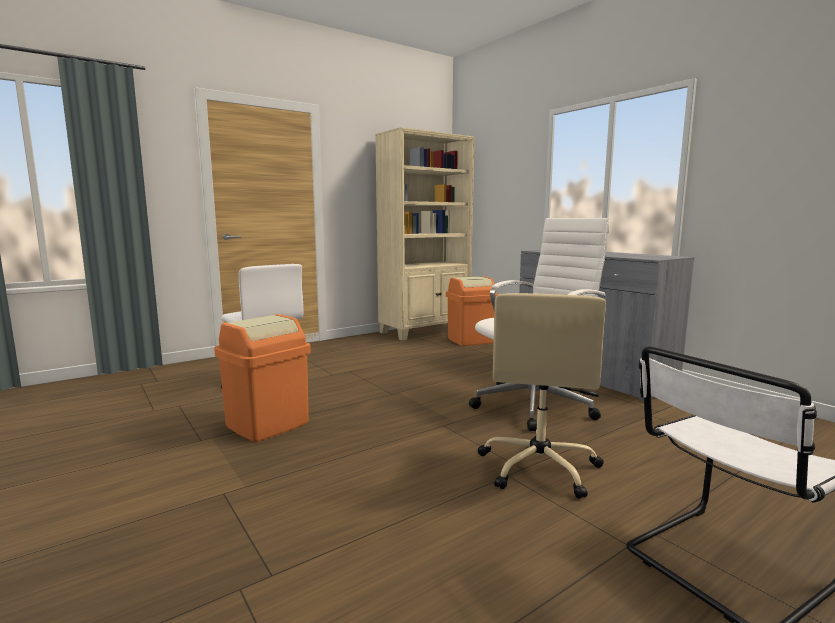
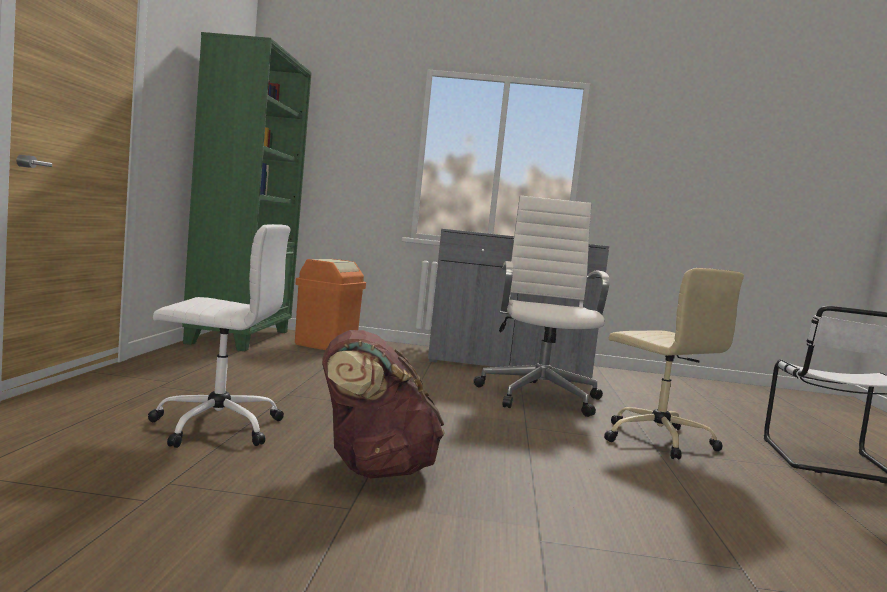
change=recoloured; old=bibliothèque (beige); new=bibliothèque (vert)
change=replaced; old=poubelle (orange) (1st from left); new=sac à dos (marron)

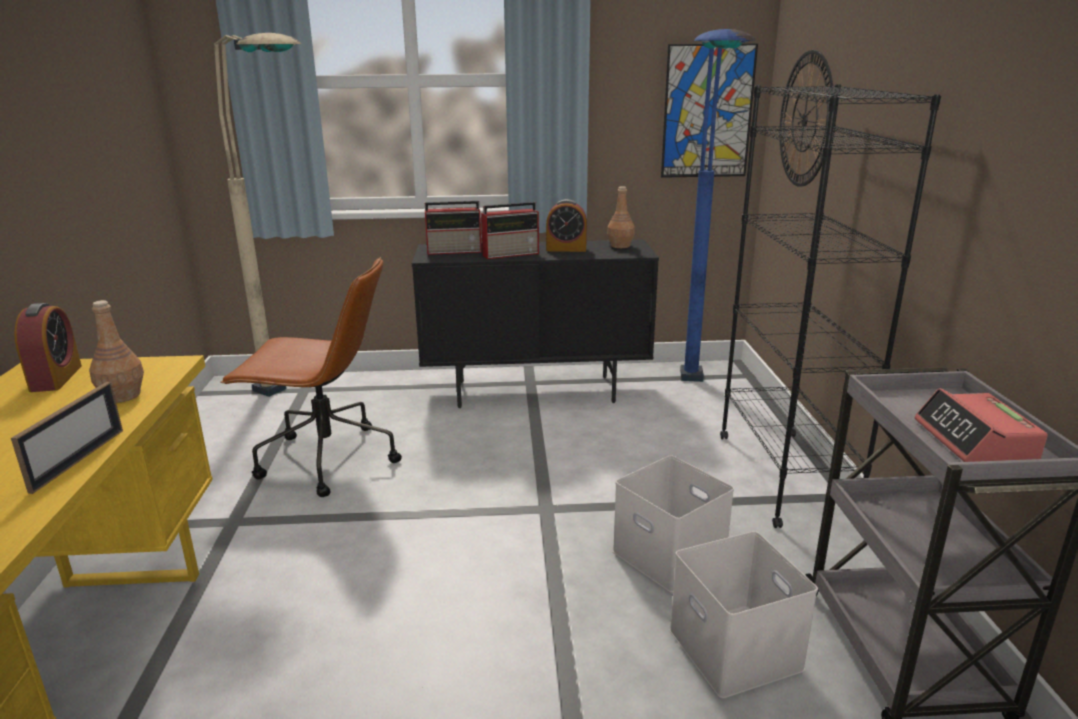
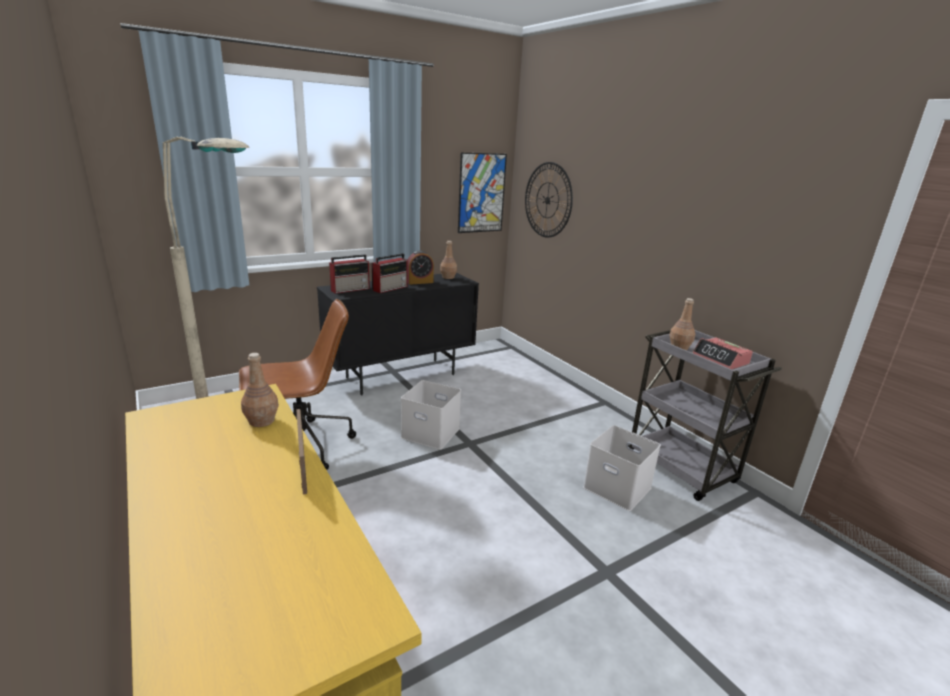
change=removed; old=lampadaire (bleu)
change=removed; old=bibliothèque (noir)
change=removed; old=réveil (1st from left)
change=moved; old=boîte de rangement (blanc) (1st from left)
change=added; new=bouteille (marron) (3rd from left)

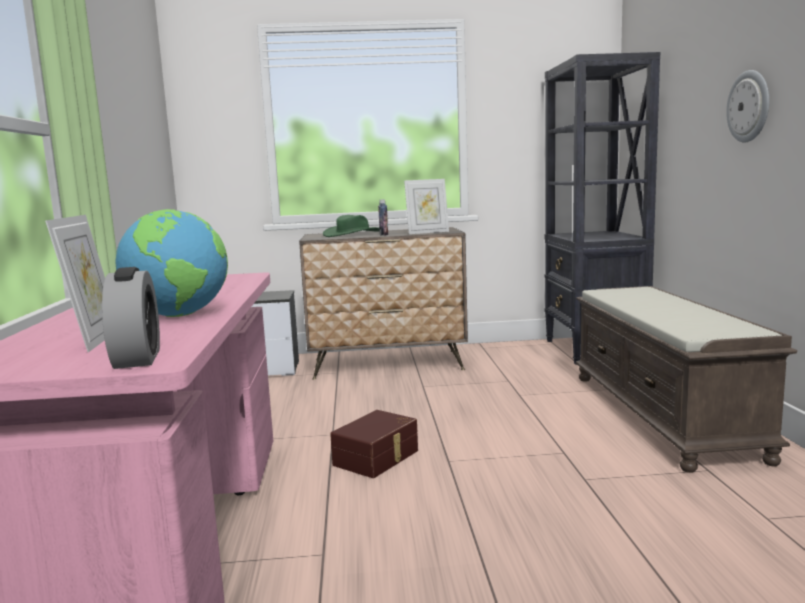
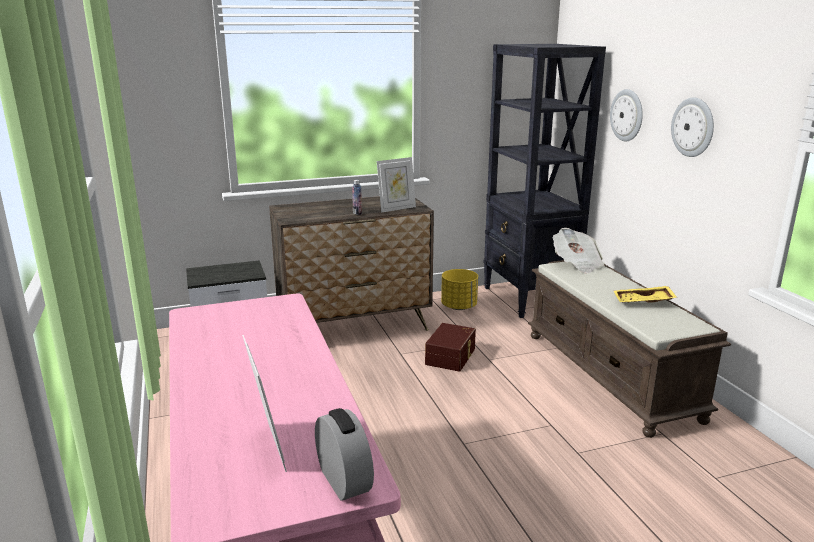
change=removed; old=globe
change=removed; old=chapeau (vert)
change=moved; old=boîte de rangement (marron)
change=added; new=horloge murale (1st from left)
change=added; new=journal
change=added; new=cache-pot (jaune)
change=added; new=plateau (jaune)

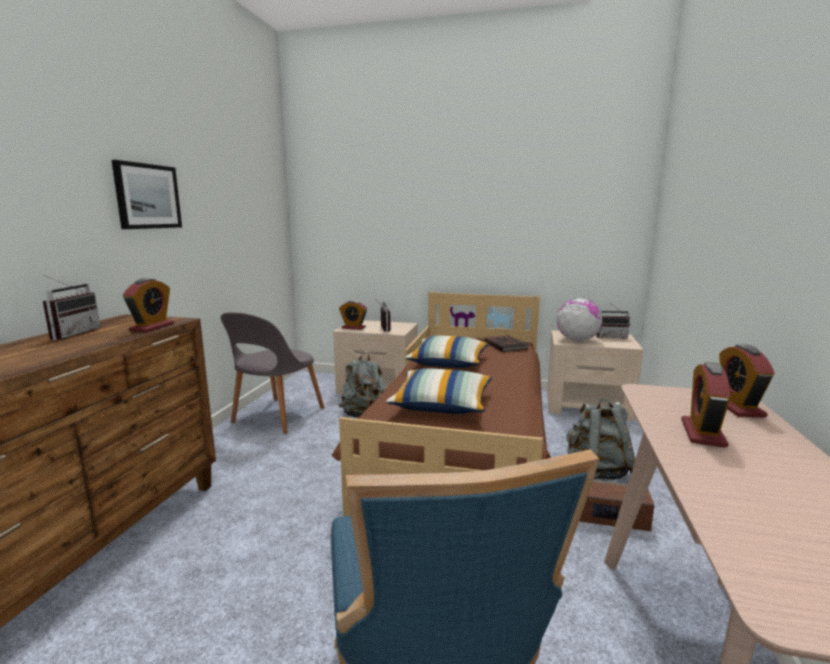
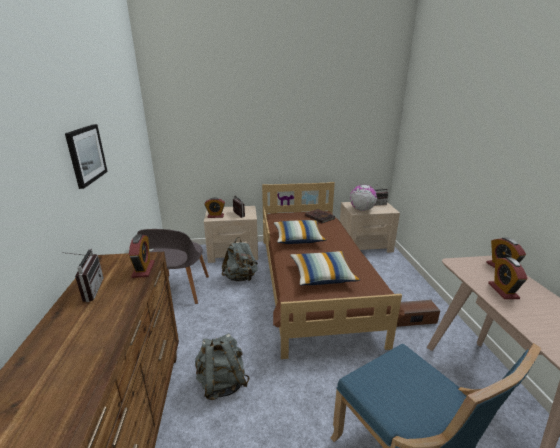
change=moved; old=sac à dos (gris) (2nd from left in the first image); new=sac à dos (gris) (1st from left)

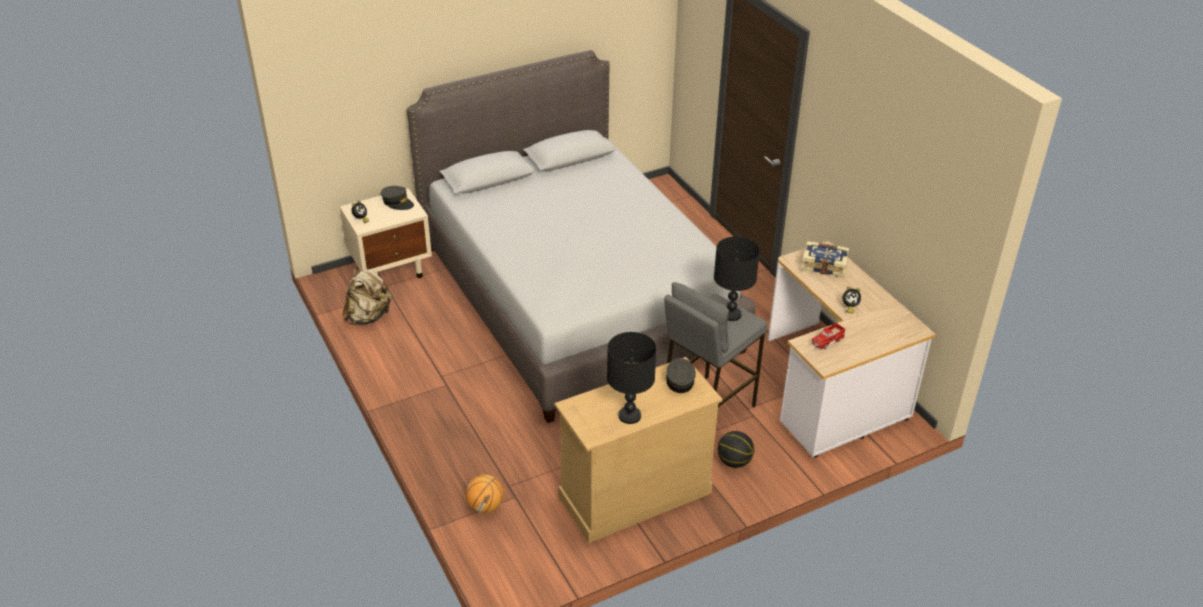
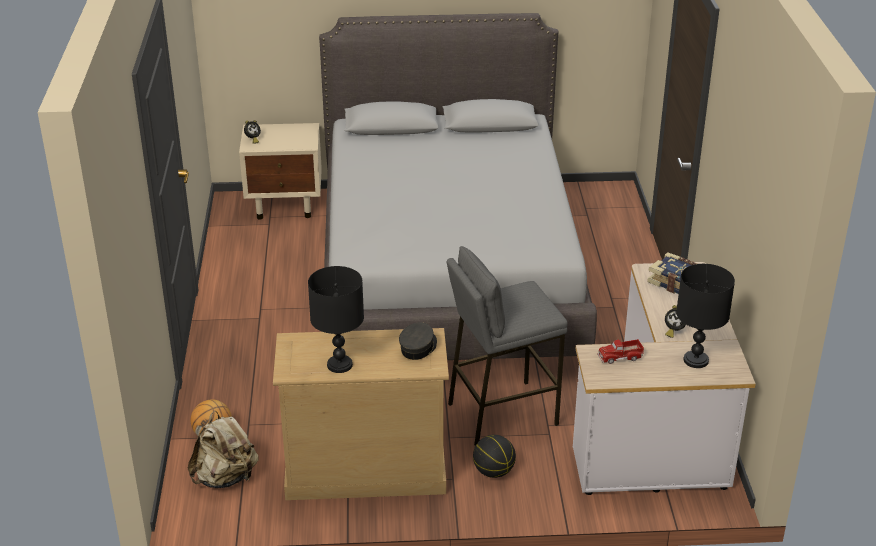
change=removed; old=casquette (gris) (1st from left)
change=moved; old=lampe de table (noir) (2nd from left)
change=moved; old=sac à dos (beige)

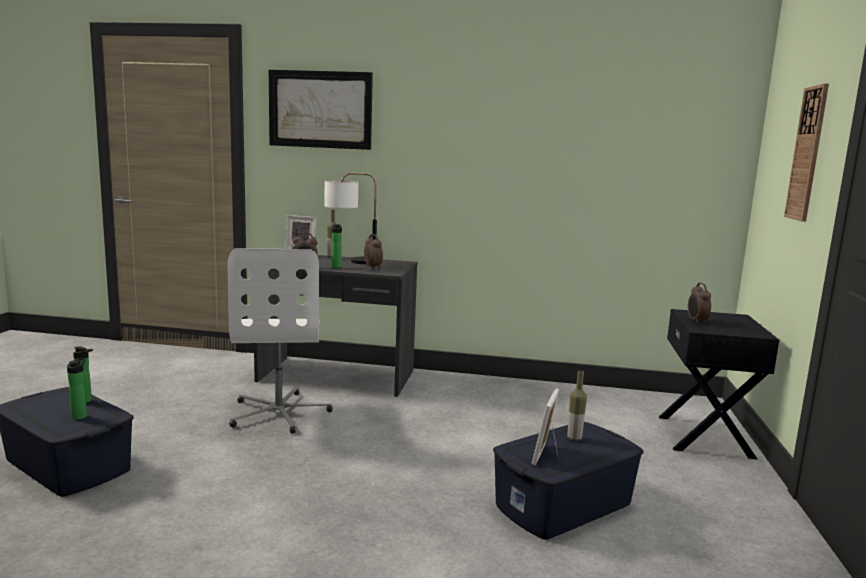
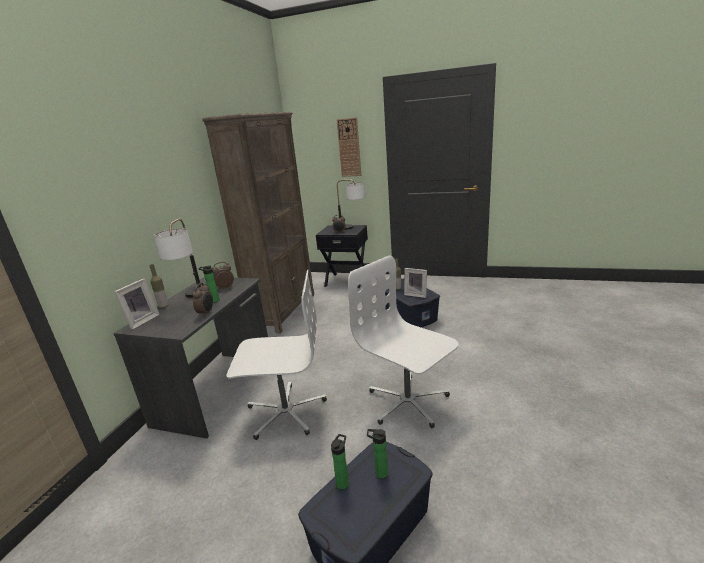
change=removed; old=tableau
change=added; new=bibliothèque (marron)
change=added; new=lampe de table (2nd from left)
change=added; new=chaise de bureau (blanc) (2nd from left)

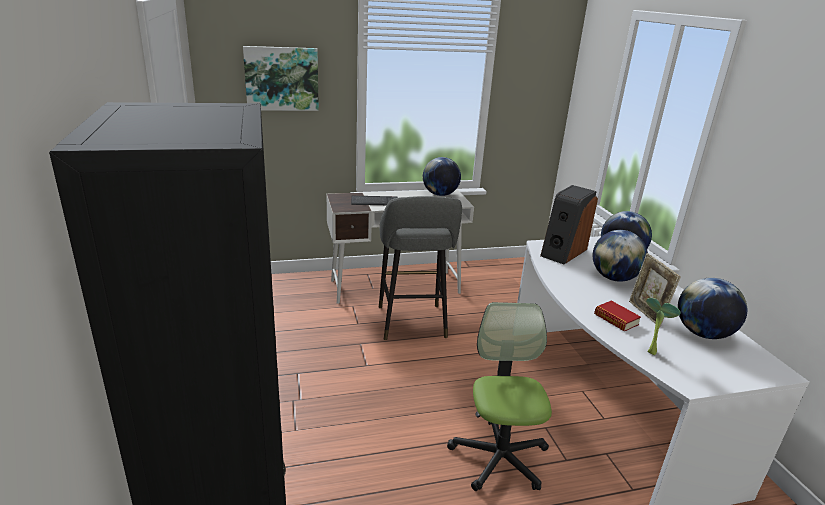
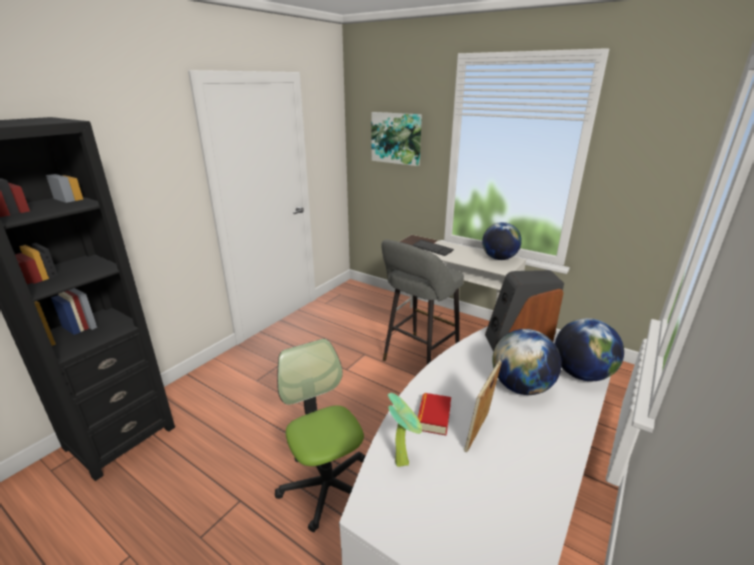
change=removed; old=globe (4th from left)
change=turned; old=chaise de bureau; degrees=-75

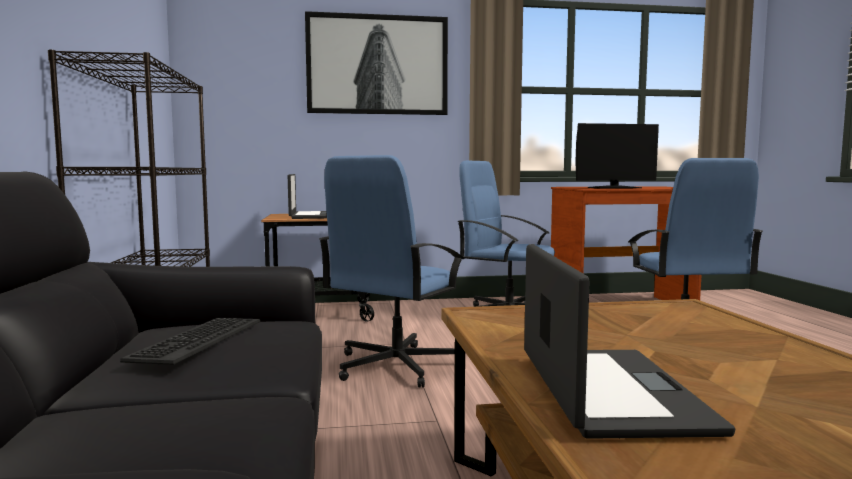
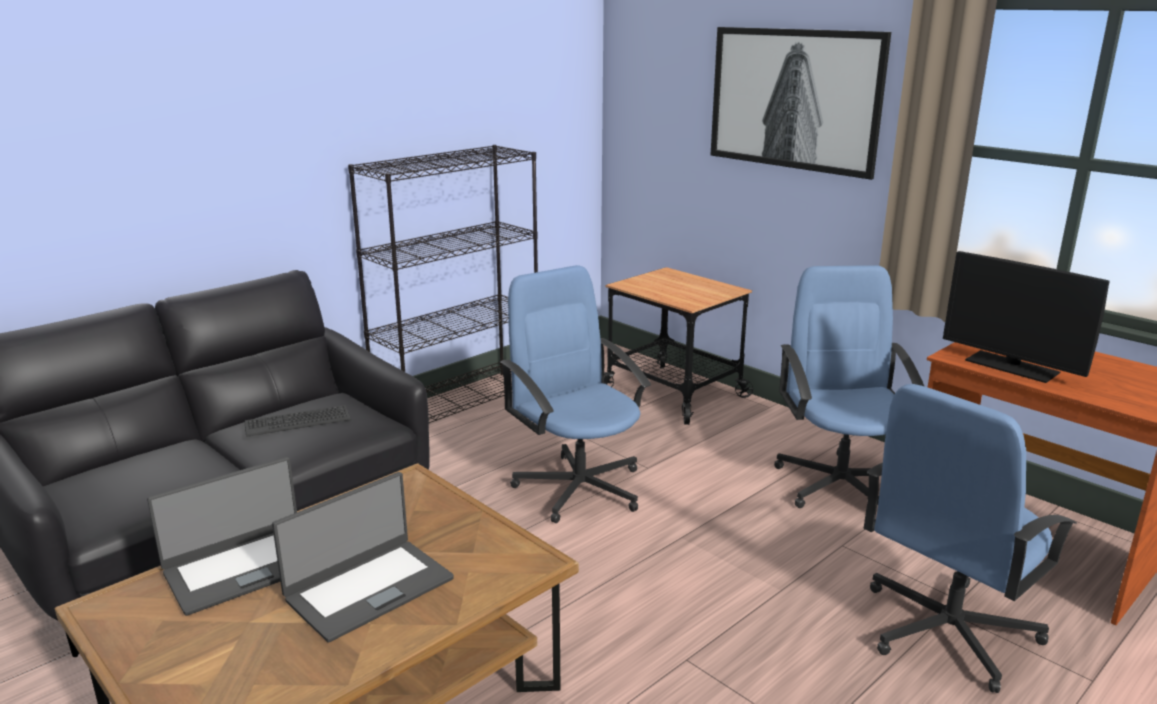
change=turned; old=chaise de bureau (bleu) (1st from left); degrees=60
change=moved; old=ordinateur portable (1st from left in the first image); new=ordinateur portable (2nd from left)

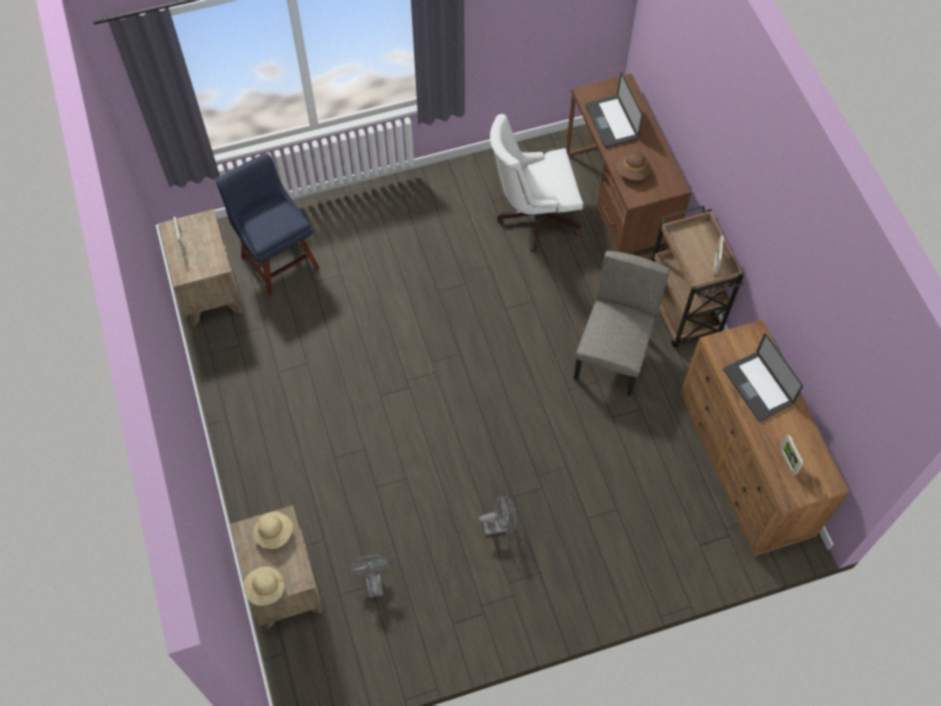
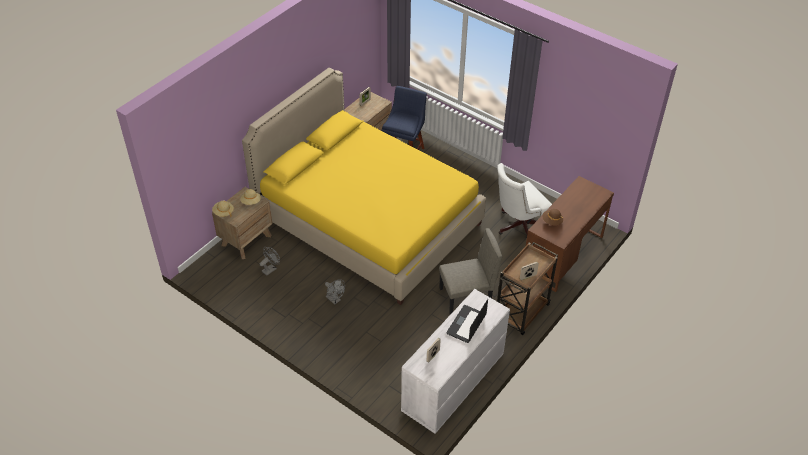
change=removed; old=ordinateur portable (1st from left)
change=turned; old=chaise de bureau (blanc); degrees=-75
change=recoloured; old=commode (marron); new=commode (blanc)
change=added; new=lit (jaune)

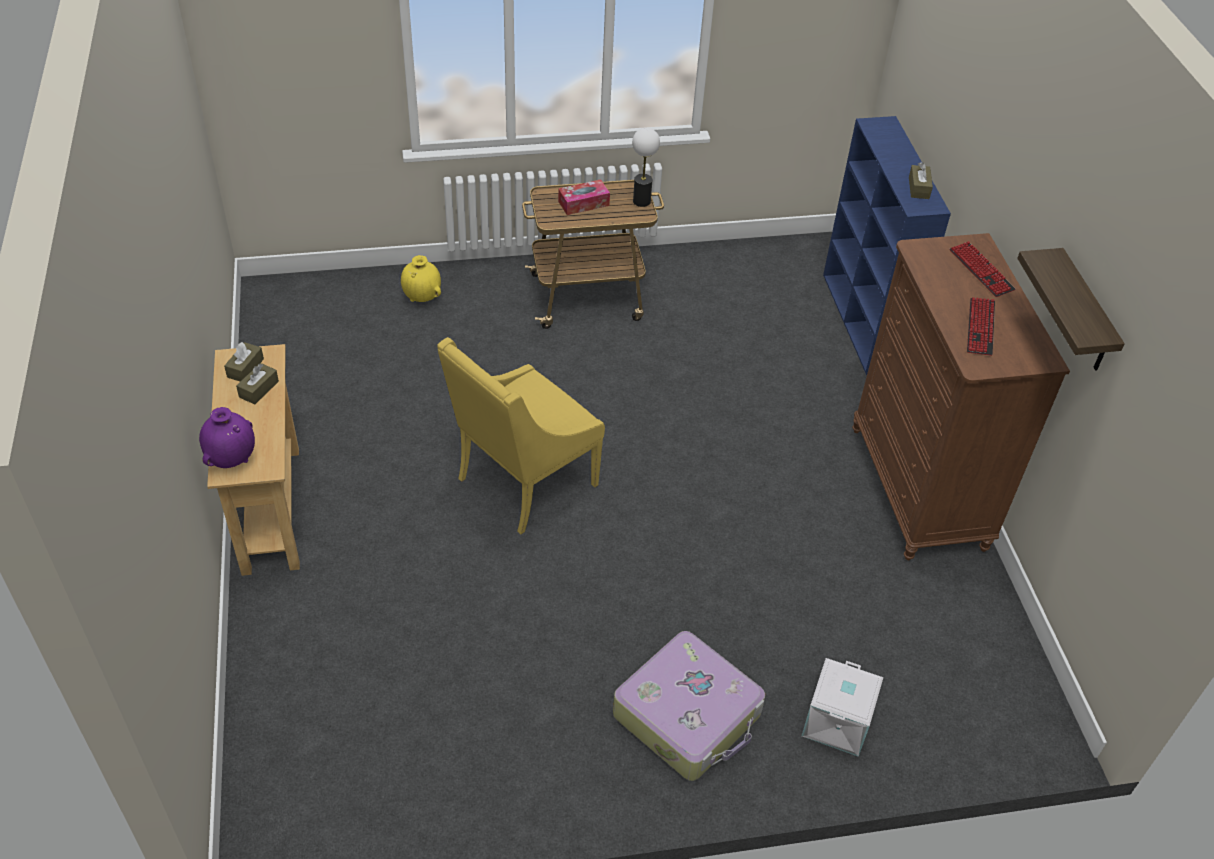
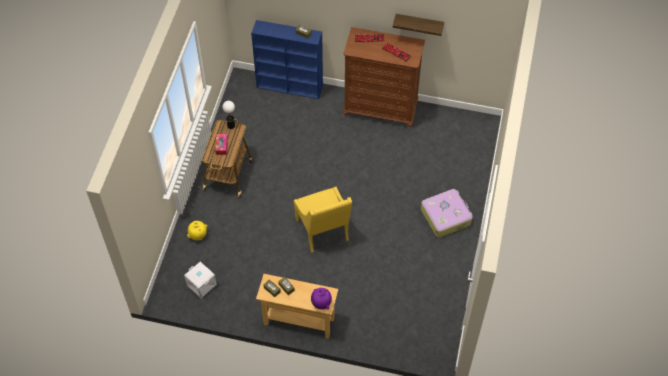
change=moved; old=boîte de rangement (blanc)

